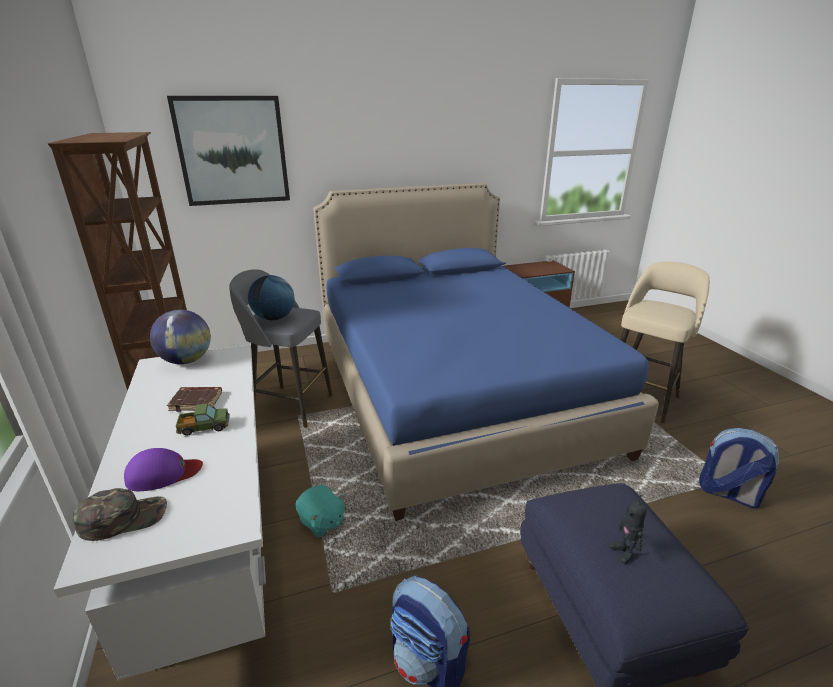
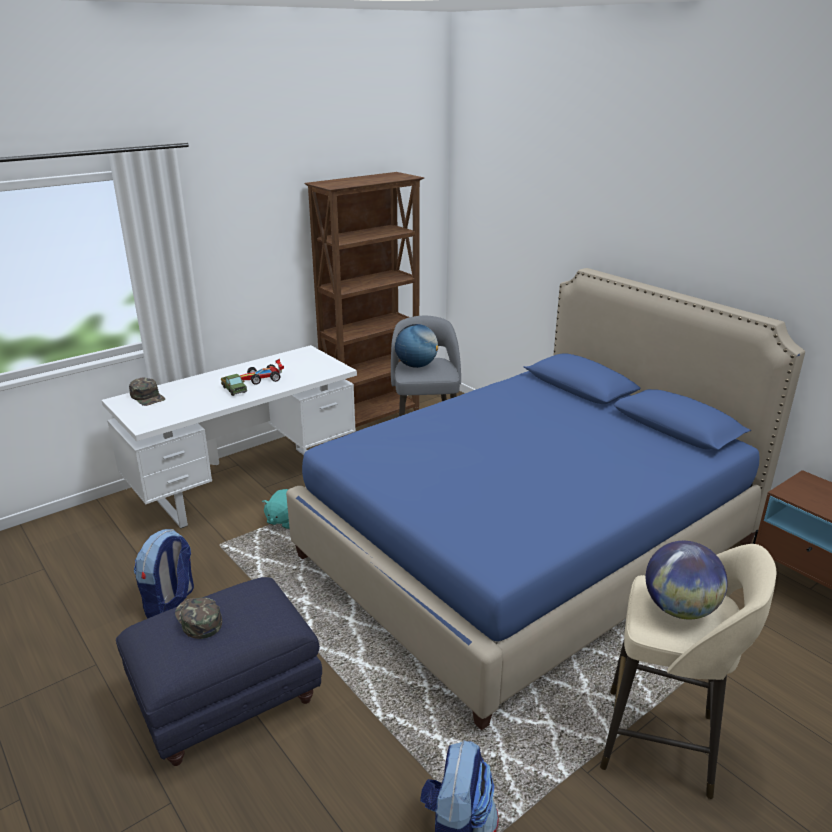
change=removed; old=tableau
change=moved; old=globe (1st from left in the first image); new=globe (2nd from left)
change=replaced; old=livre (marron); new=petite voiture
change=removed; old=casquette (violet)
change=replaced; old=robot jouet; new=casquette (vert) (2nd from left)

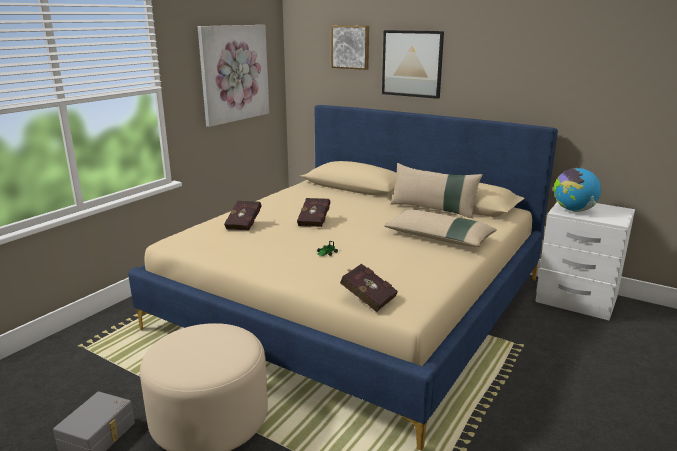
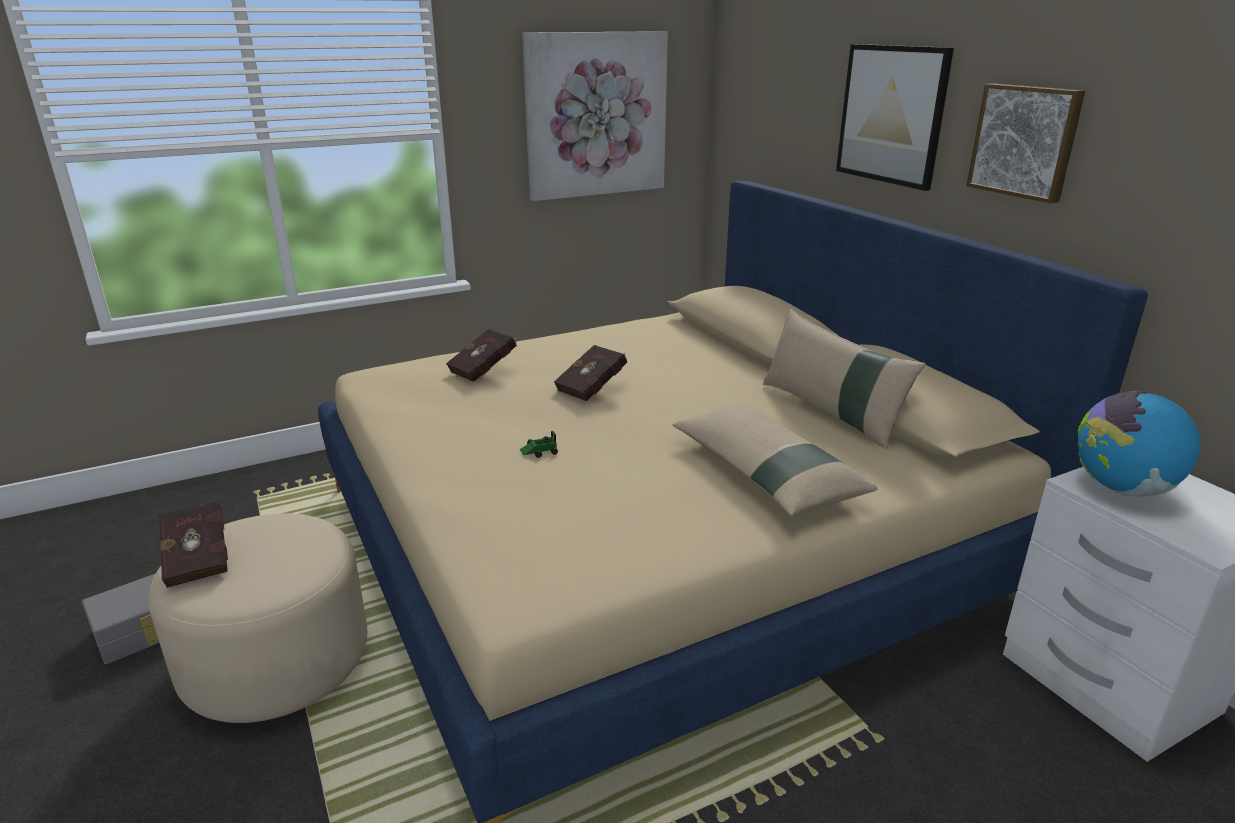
change=moved; old=tableau (2nd from left in the first image); new=tableau (3rd from left)
change=moved; old=livre (rouge) (3rd from left in the first image); new=livre (rouge) (1st from left)

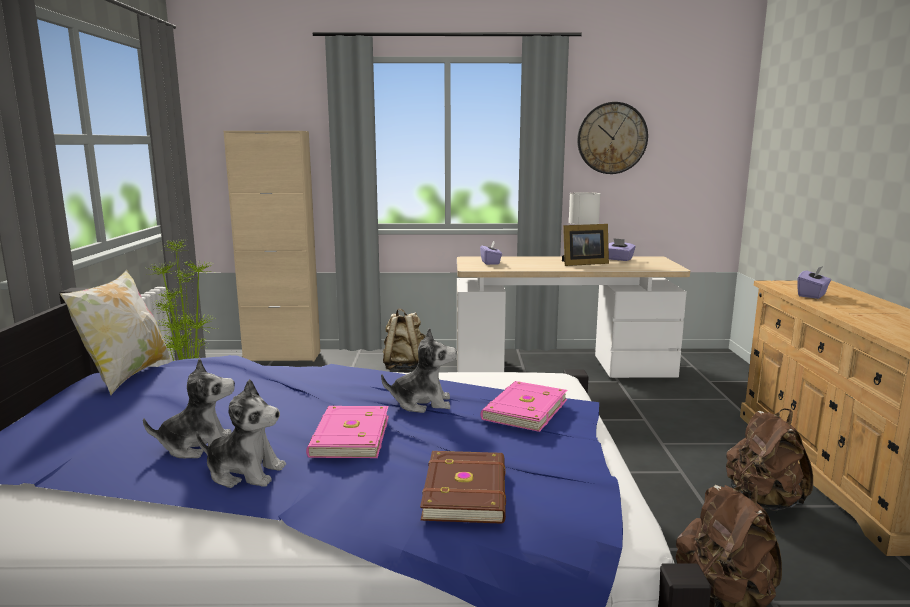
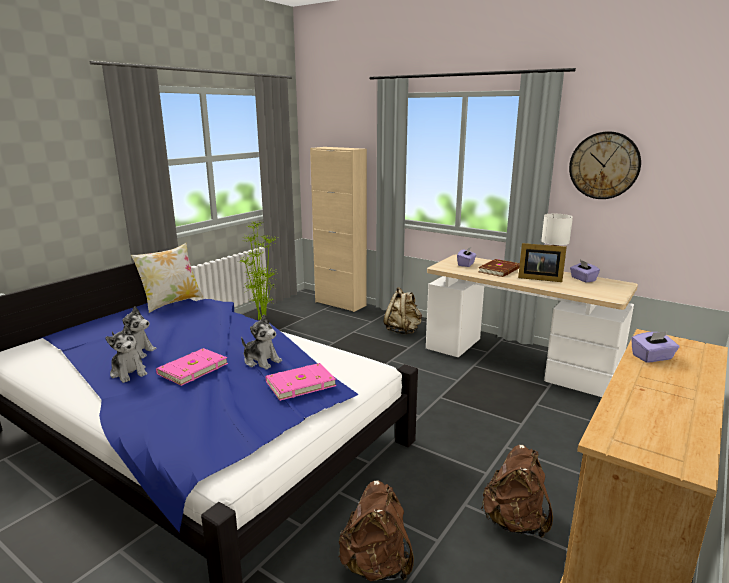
change=moved; old=livre (marron)

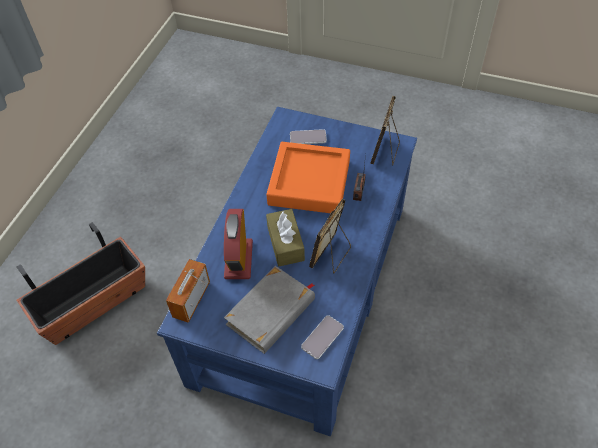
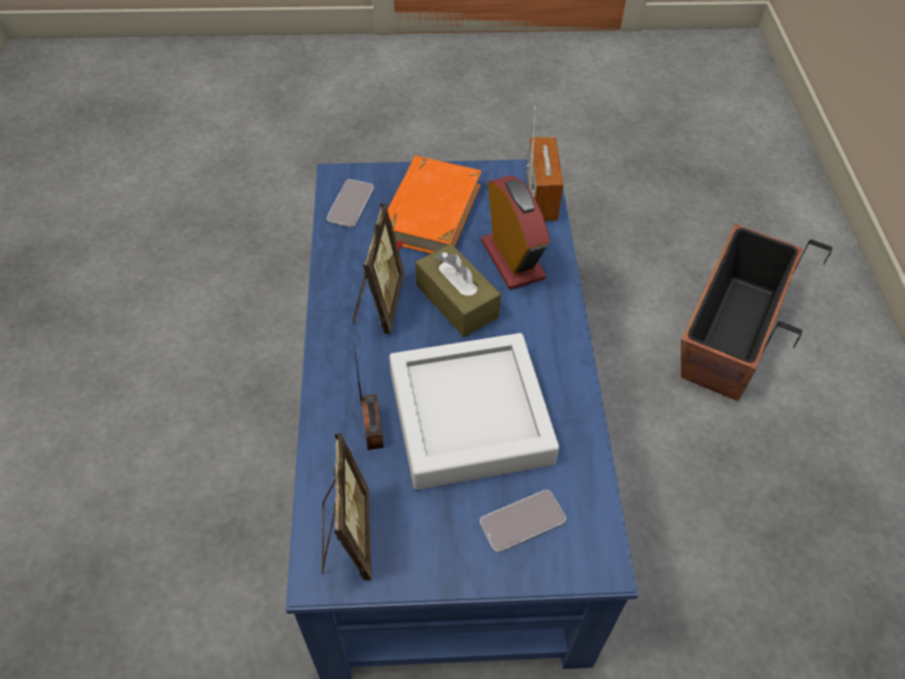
change=recoloured; old=plateau (orange); new=plateau (gris)
change=recoloured; old=livre (gris); new=livre (orange)

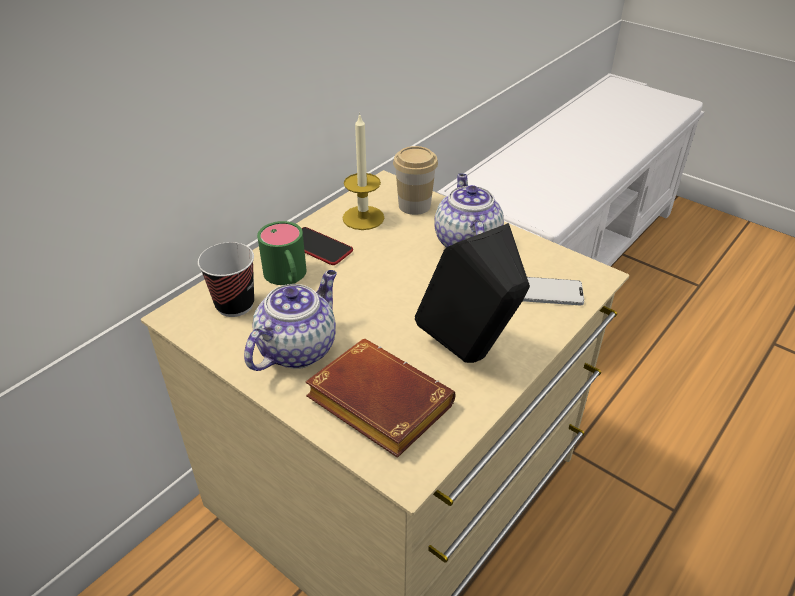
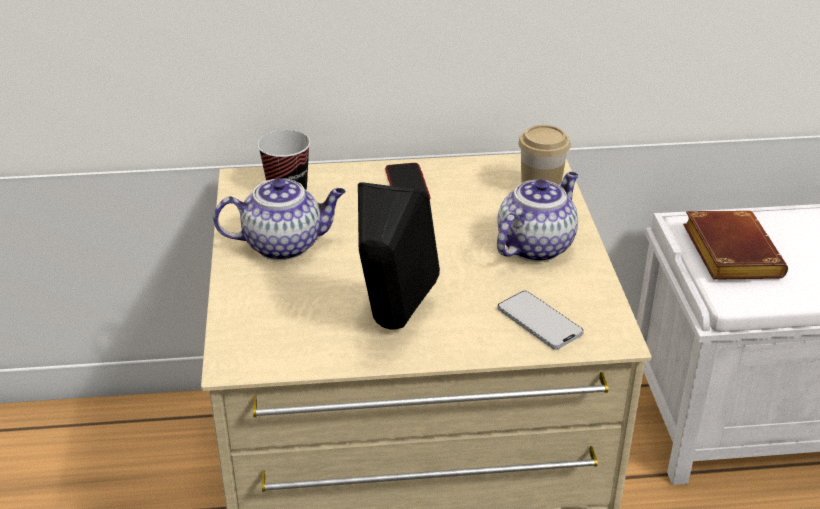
change=removed; old=bougie
change=removed; old=mug (vert)
change=moved; old=livre (marron)

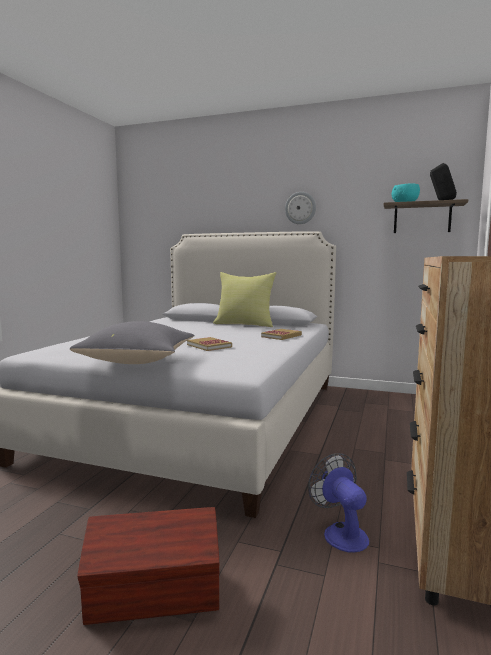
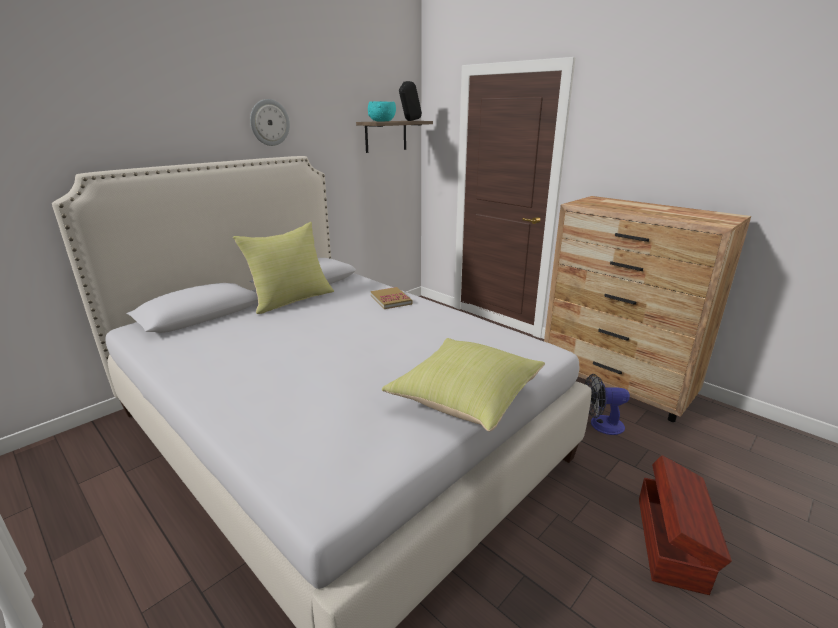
change=recoloured; old=coussin (gris); new=coussin (jaune) (2nd from left)
change=removed; old=livre (1st from left)

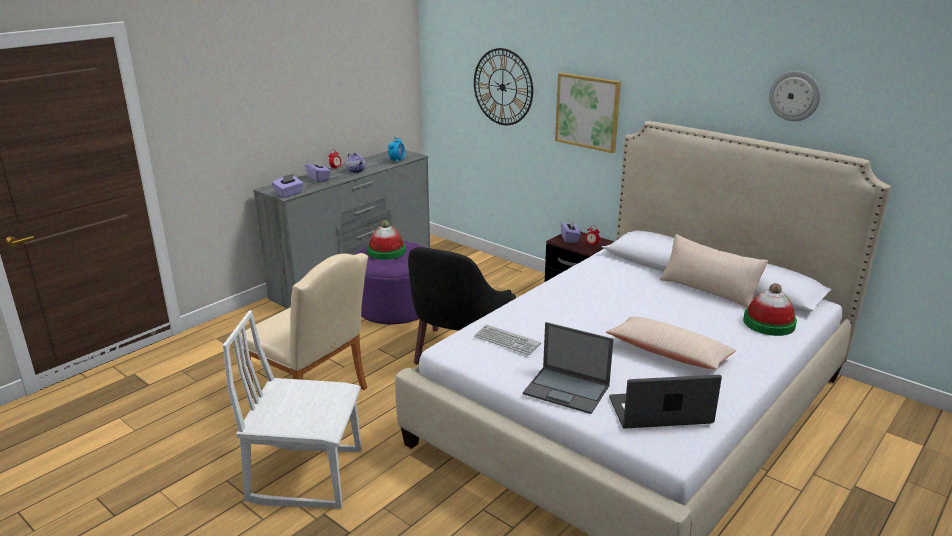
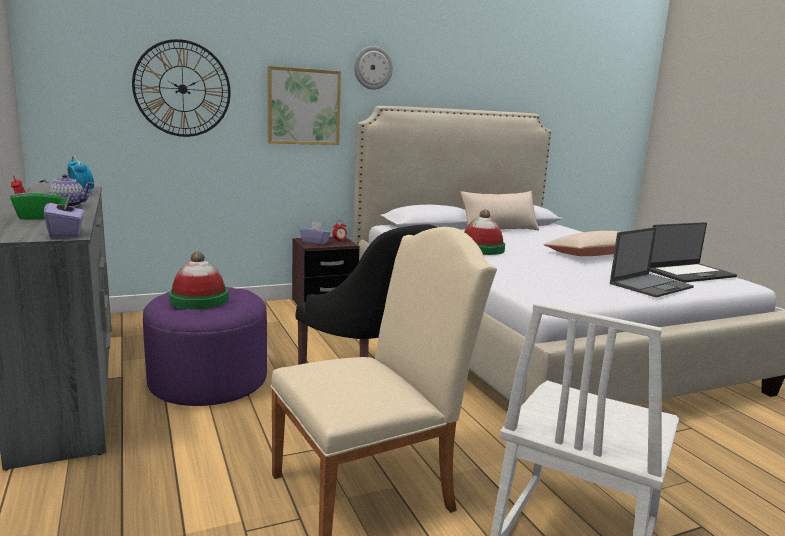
change=moved; old=horloge murale (2nd from left)
change=recoloured; old=boîte à mouchoirs (violet) (2nd from left); new=boîte à mouchoirs (vert)
change=moved; old=chapeau (2nd from left)
change=removed; old=clavier
change=turned; old=ordinateur portable (2nd from left); degrees=-135

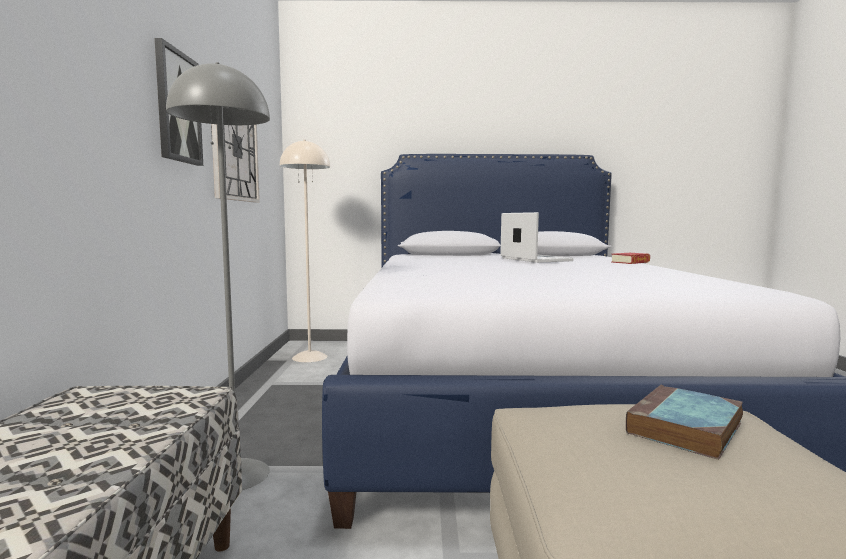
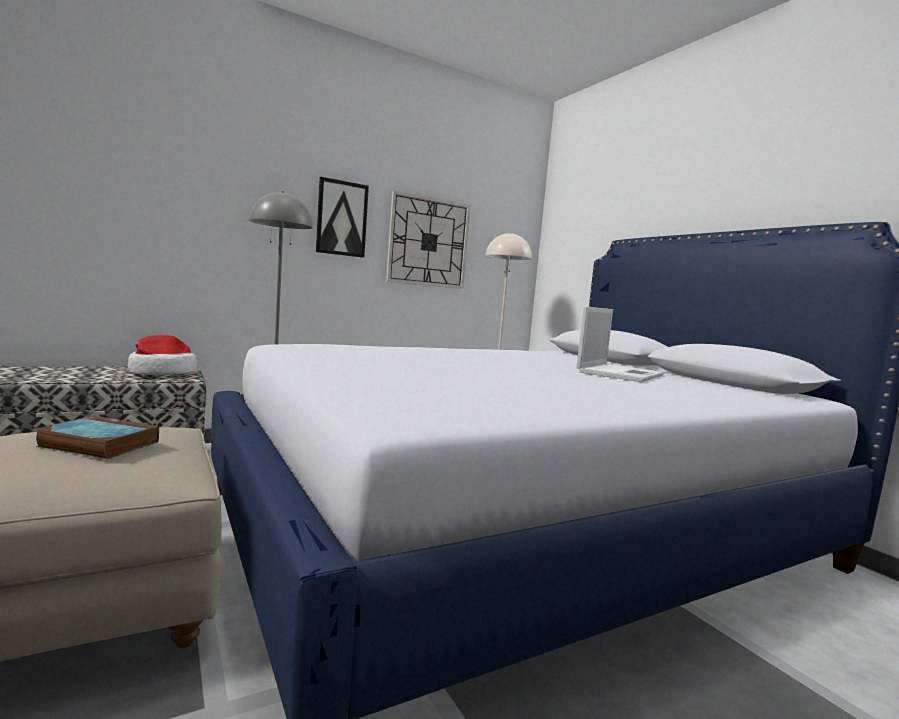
change=removed; old=livre (1st from left)
change=added; new=chapeau

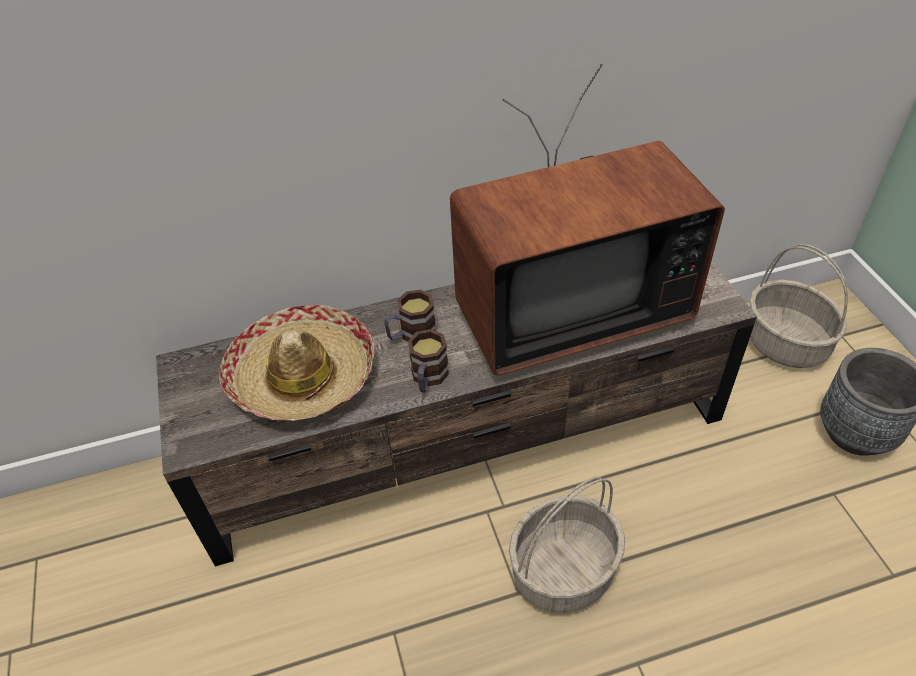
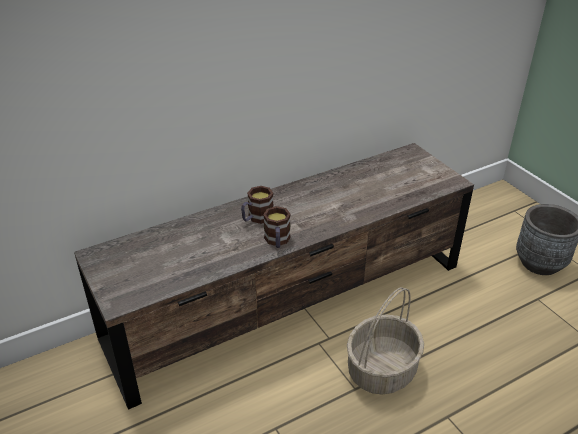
change=removed; old=téléviseur
change=removed; old=panier (2nd from left)
change=removed; old=chapeau

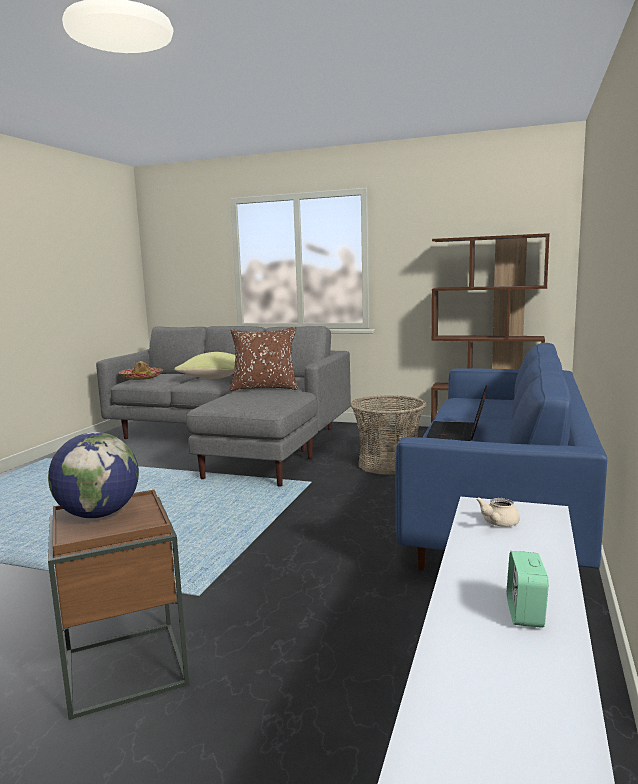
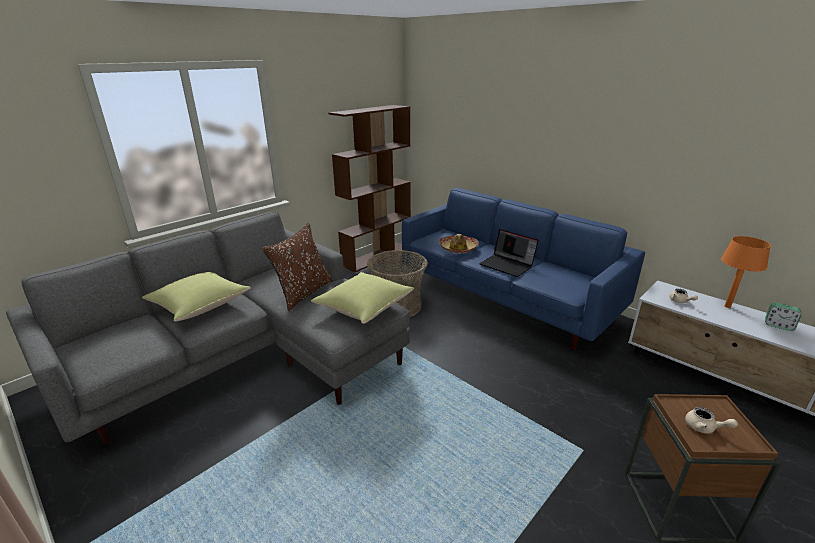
change=moved; old=chapeau
change=replaced; old=globe; new=théière (beige) (2nd from left)
change=added; new=lampe de table (orange)
change=added; new=coussin (jaune) (2nd from left)

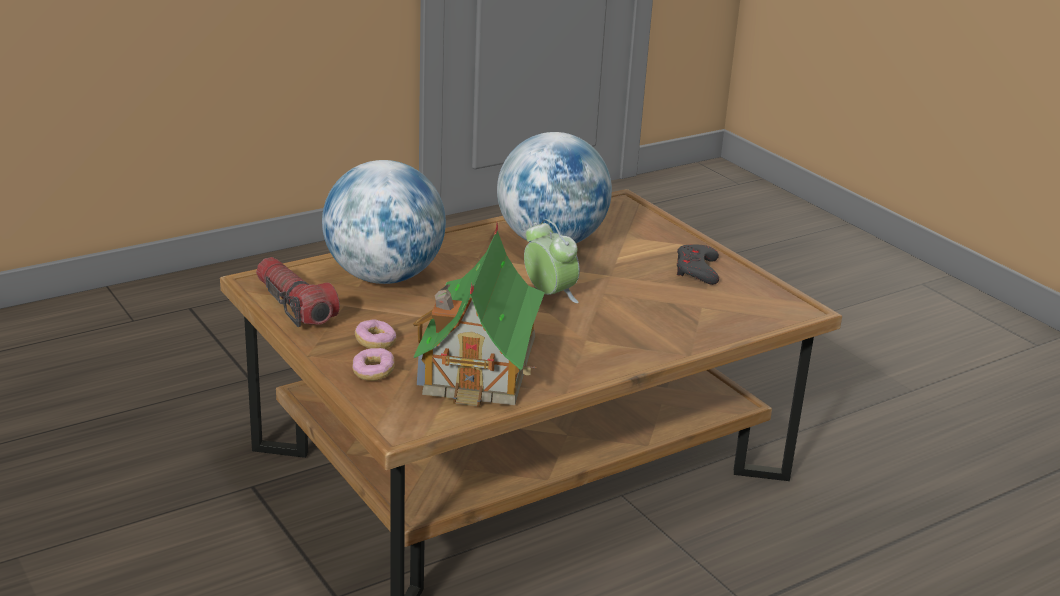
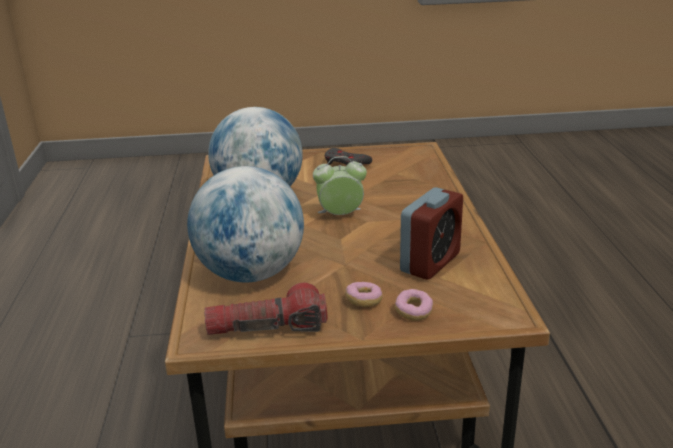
change=replaced; old=maison miniature; new=réveil (2nd from left)

